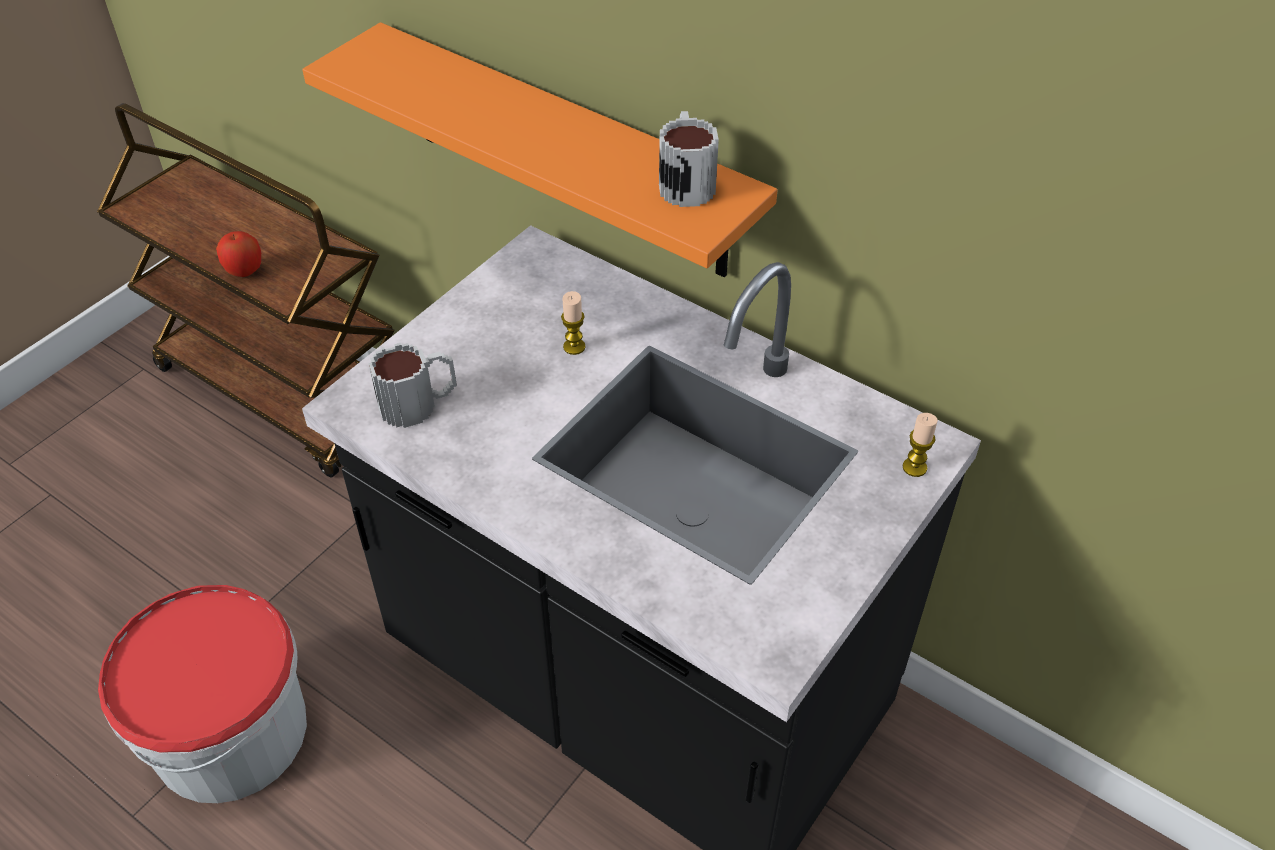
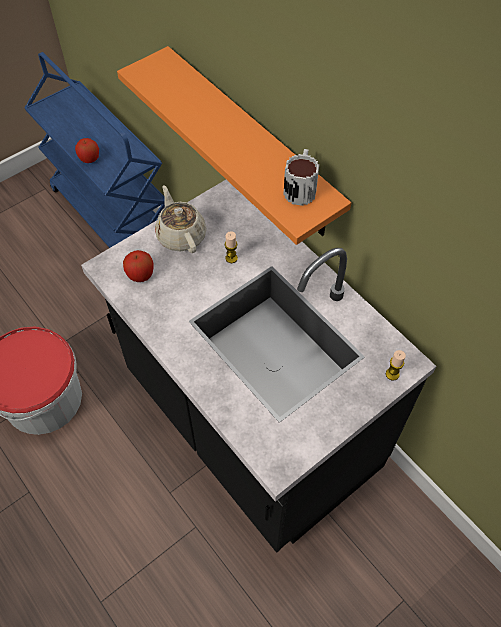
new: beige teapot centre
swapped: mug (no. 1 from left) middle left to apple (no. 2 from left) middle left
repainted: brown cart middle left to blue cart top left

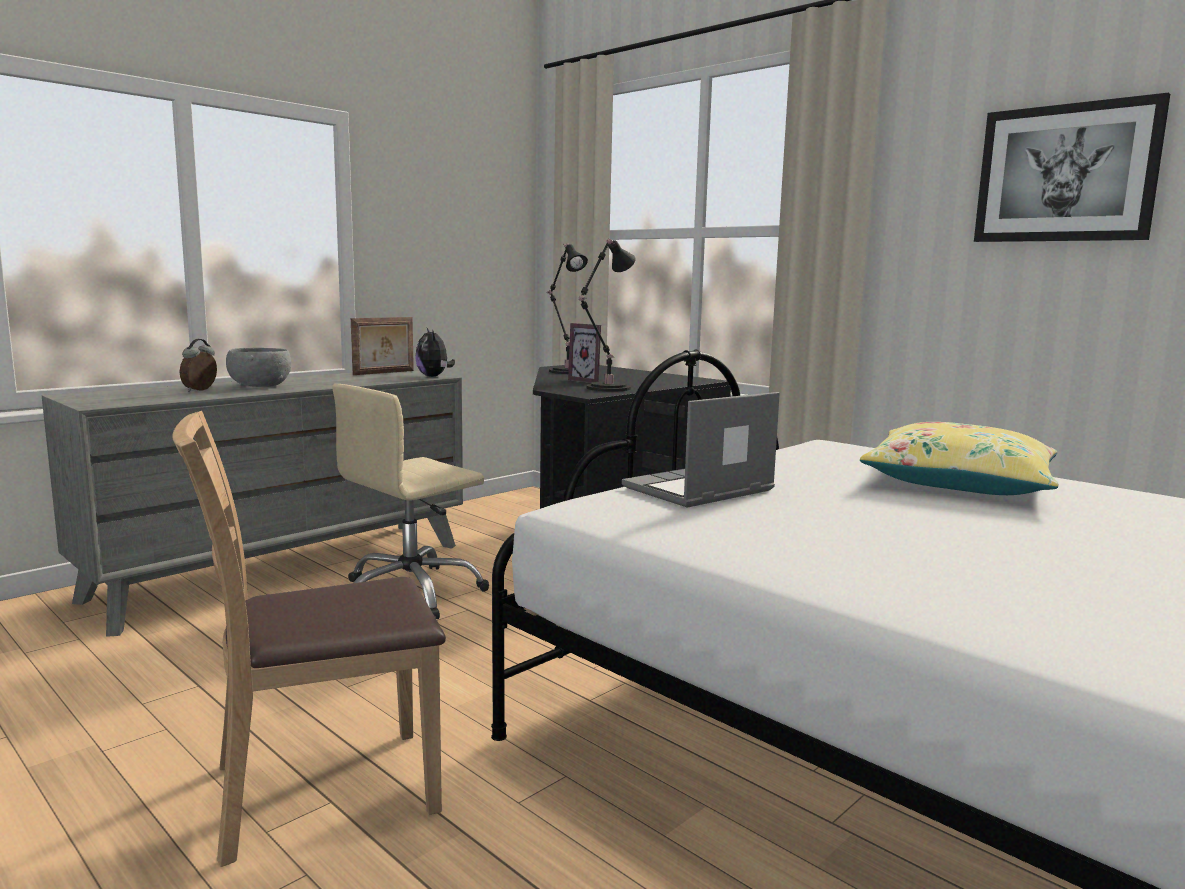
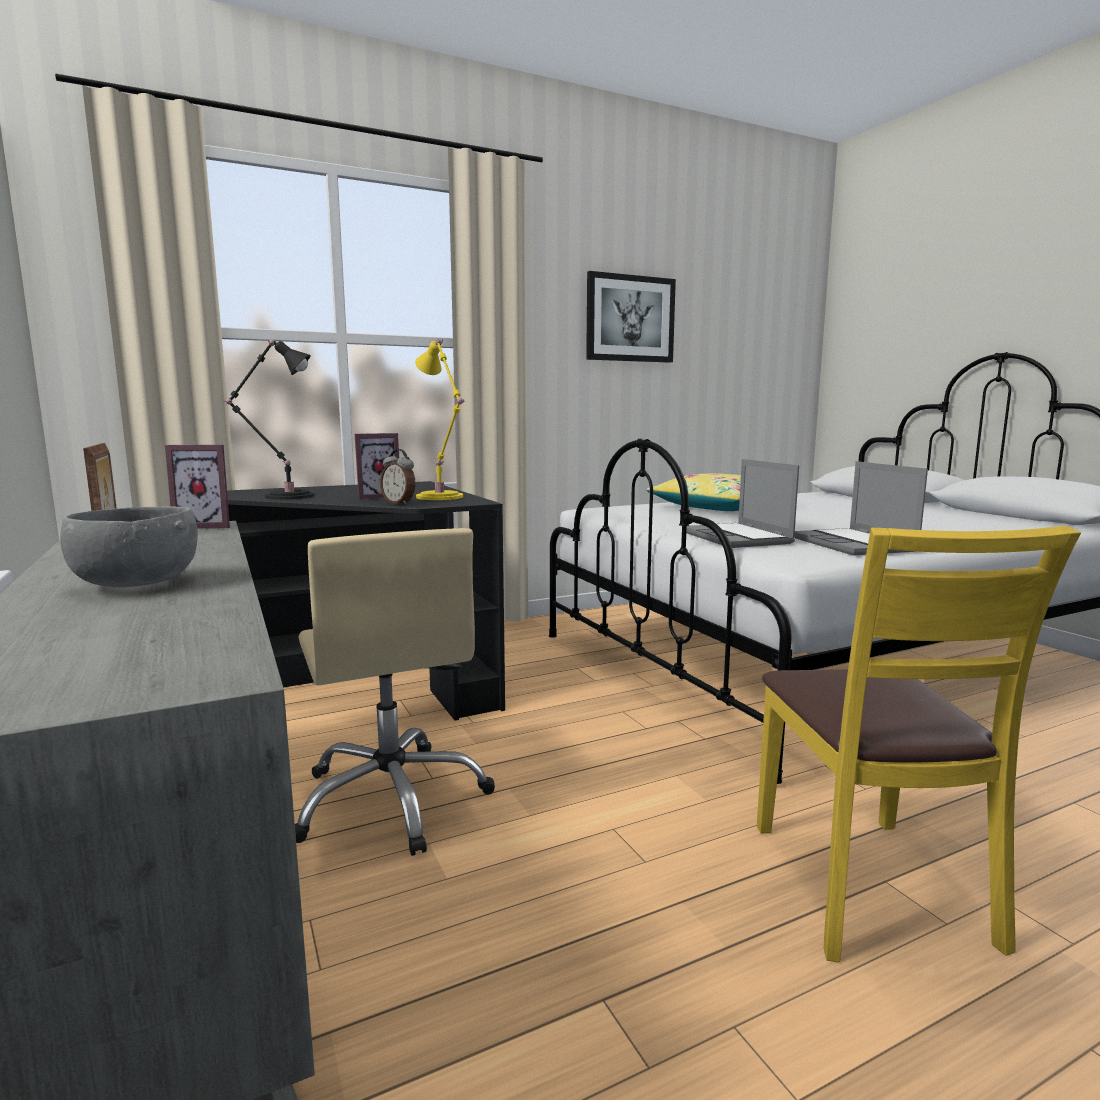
new: laptop (no. 2 from left) middle right
shifted: alarm clock middle left to centre
swapped: plush toy centre to picture frame (no. 2 from left) middle left
repainted: black table lamp (no. 2 from left) centre to yellow table lamp centre; brown chair bottom left to yellow chair bottom right

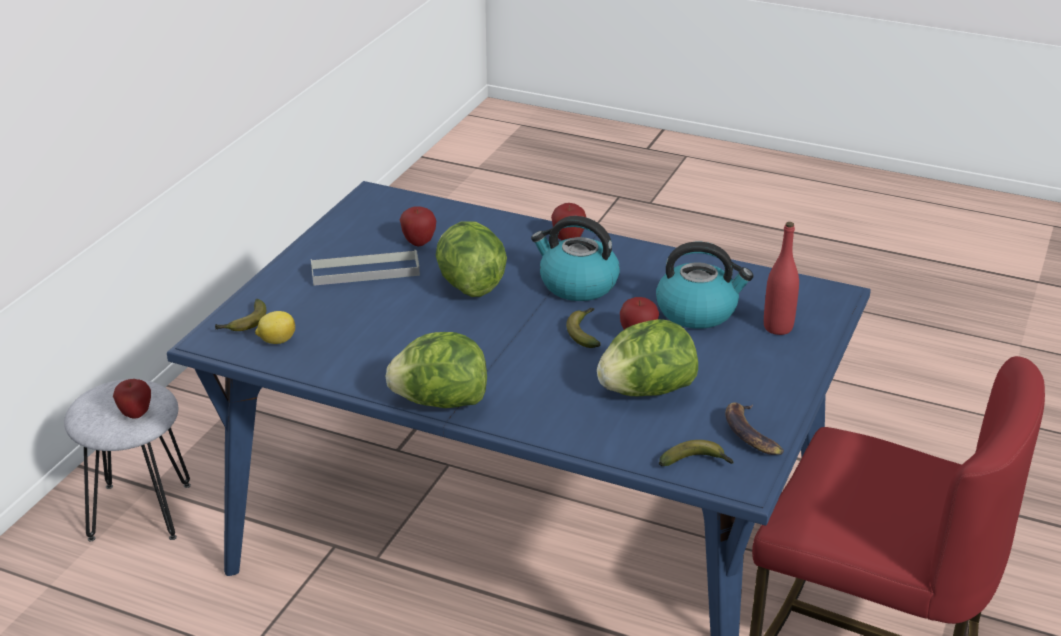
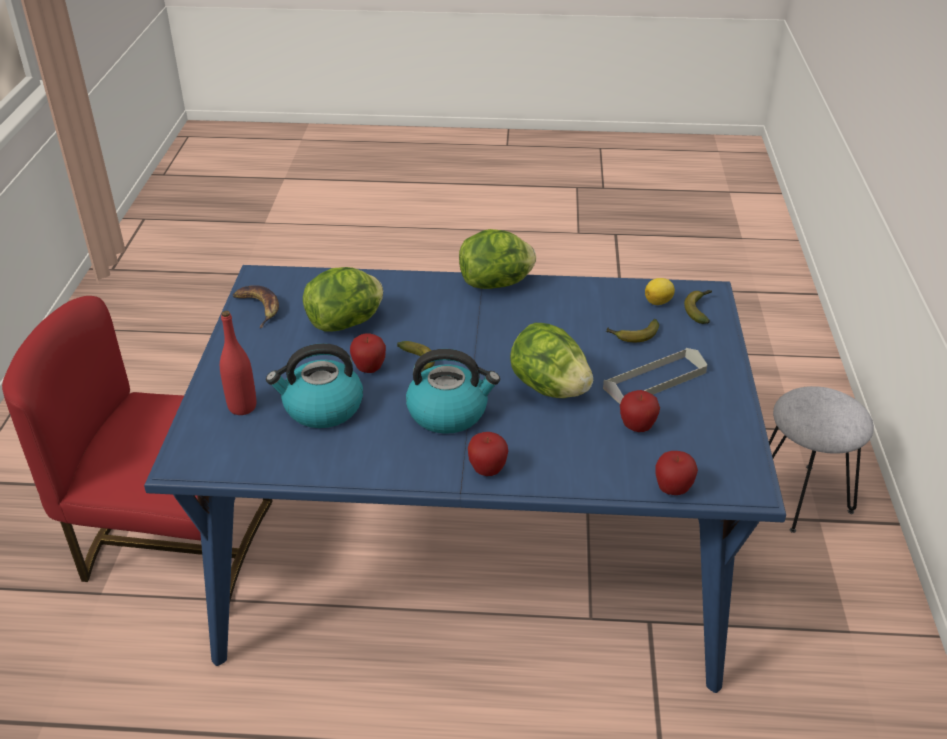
shifted: apple (no. 1 from left in the first image) middle left to apple (no. 4 from left) middle right; banana (no. 3 from left) bottom centre to middle right

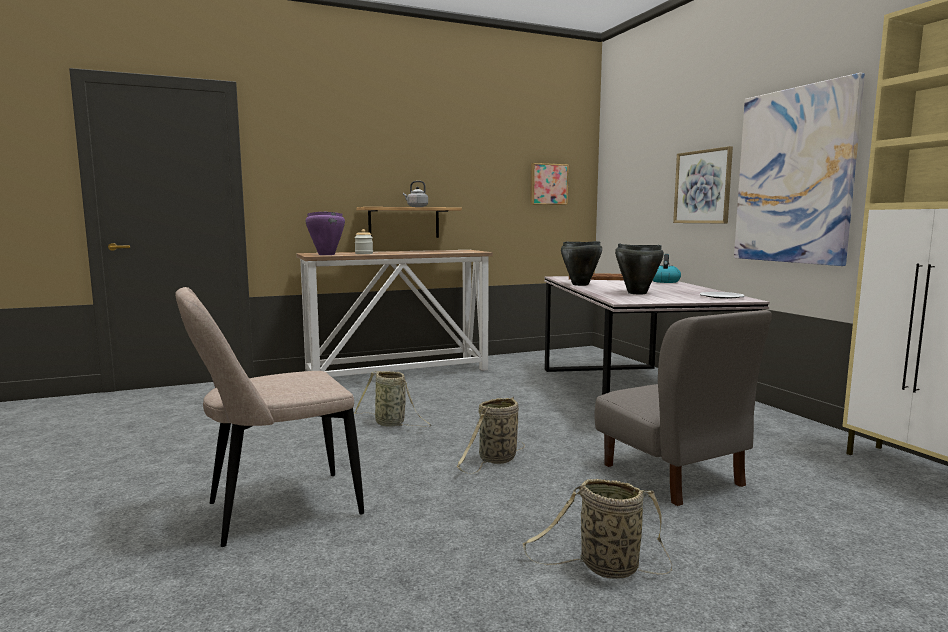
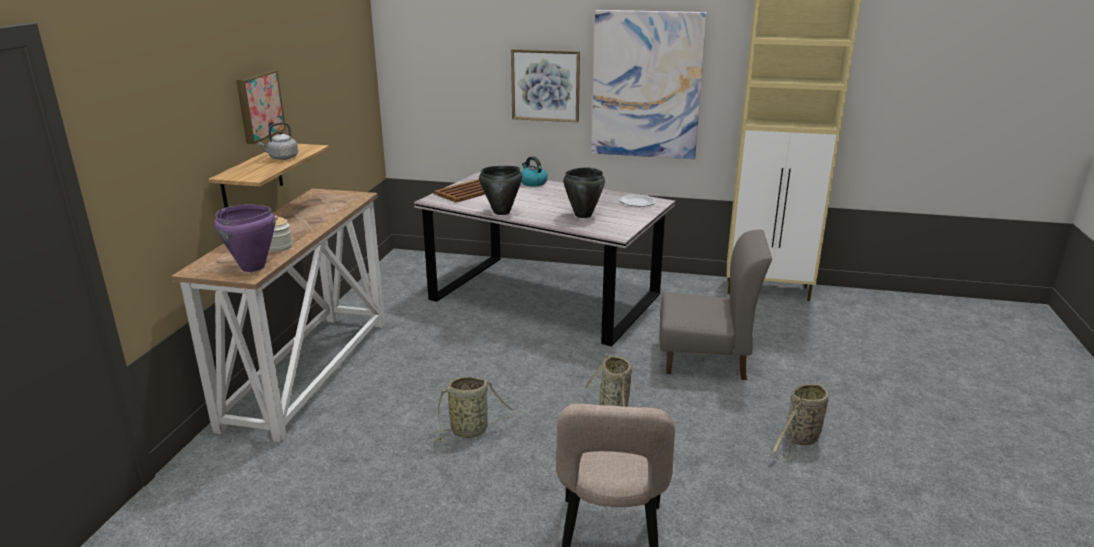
shifted: picture (no. 1 from left) top centre to top left

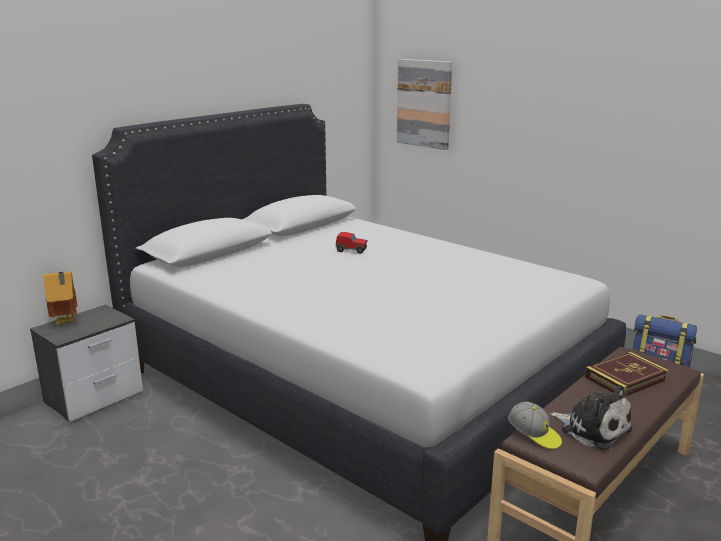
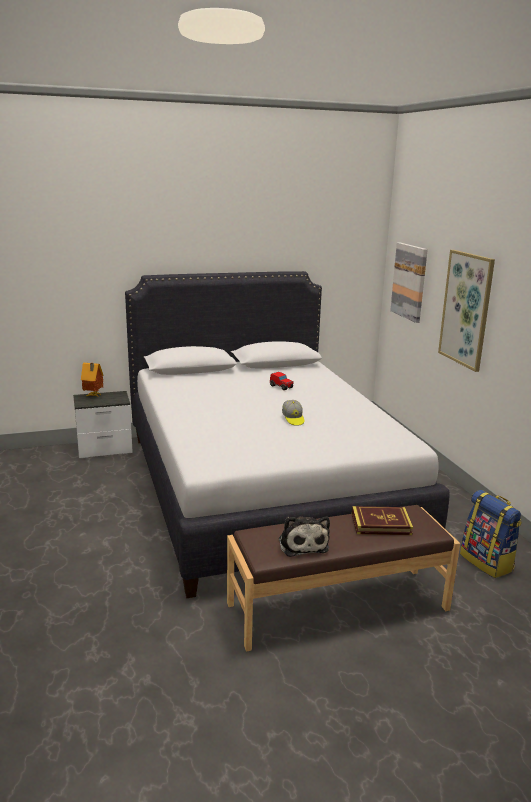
new: picture (no. 2 from left) middle right
shifted: cap bottom right to centre

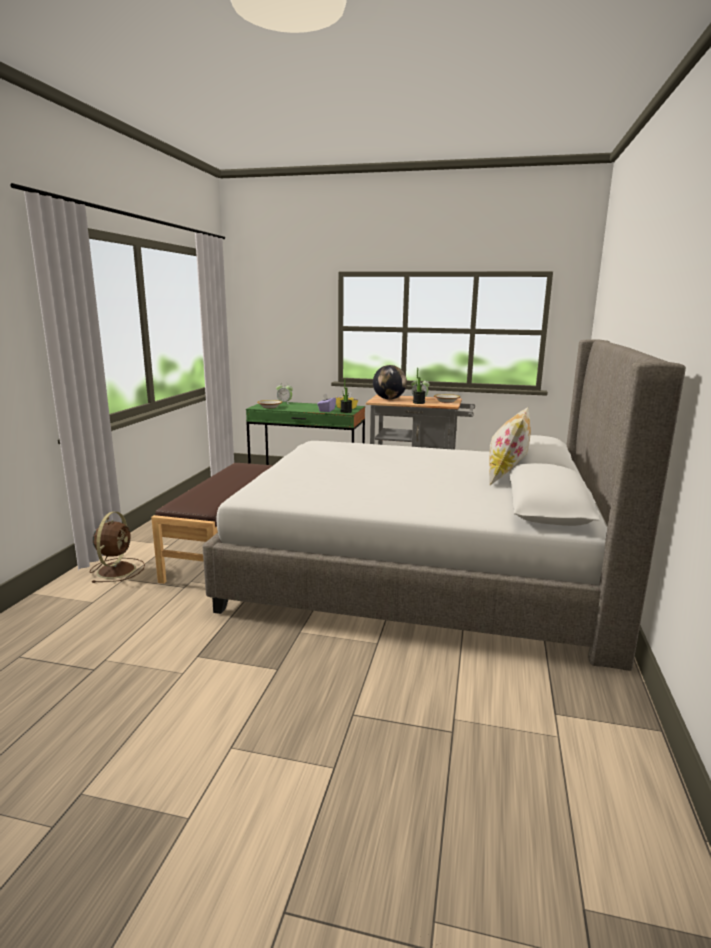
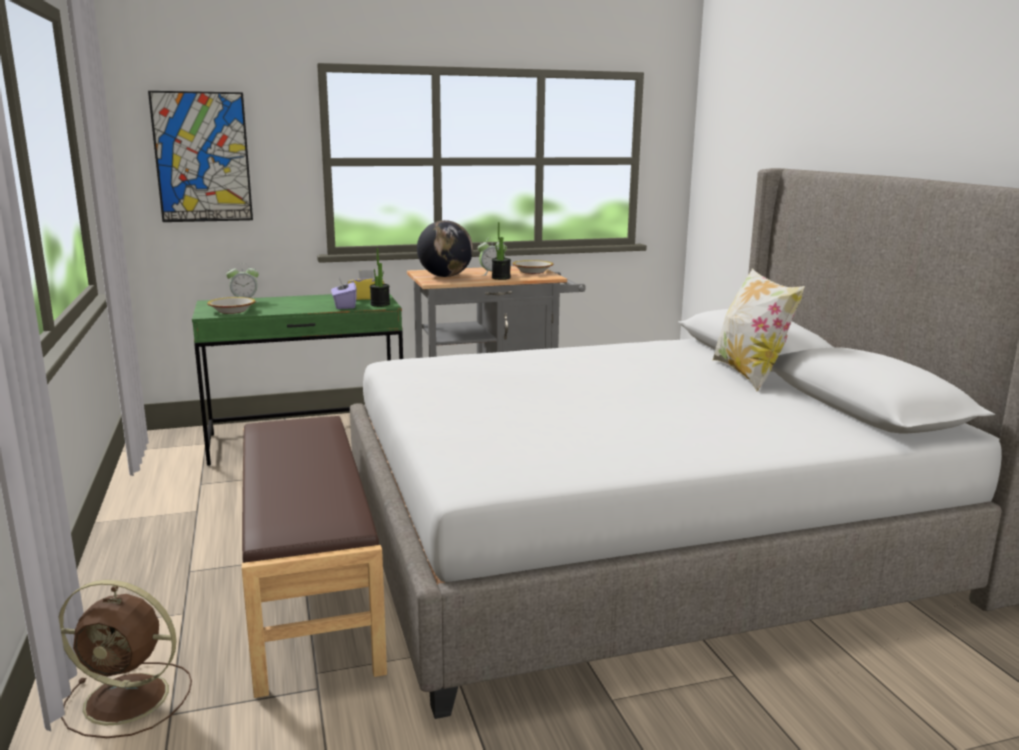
new: picture top left
rotated: brown fan middle left = bottom left 120 degrees clockwise

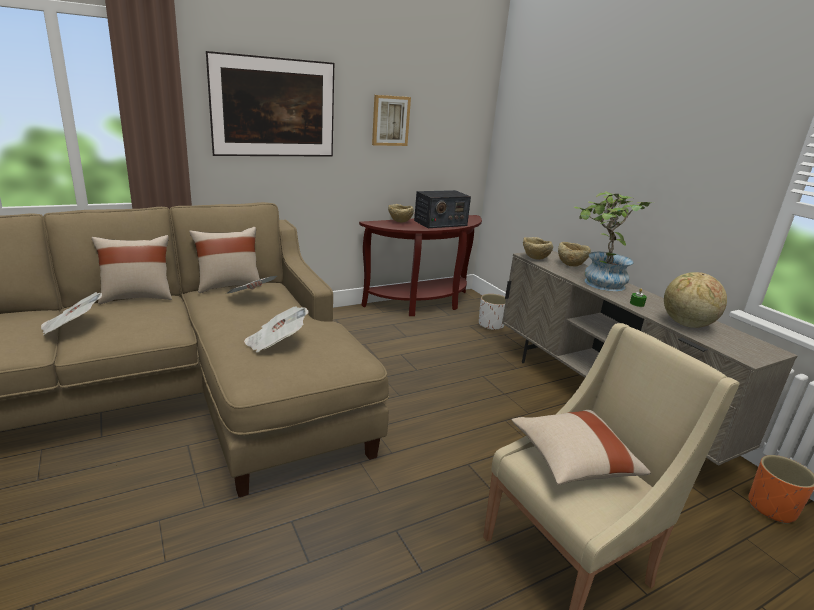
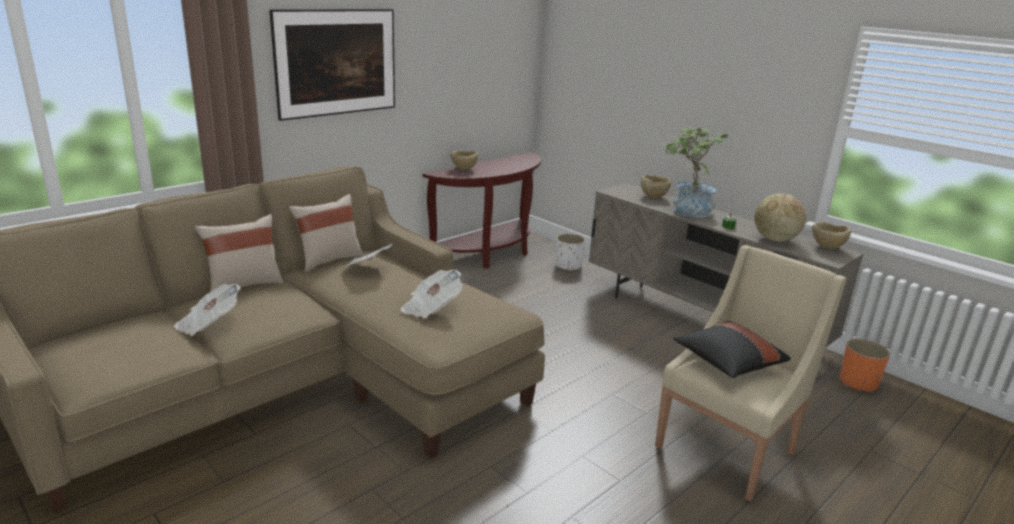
gone: picture (no. 2 from left) top centre; radio centre
shifted: beige bowl (no. 2 from left in the first image) centre to beige bowl (no. 3 from left) middle right
repainted: beige pillow (no. 3 from left) bottom right to black pillow middle right

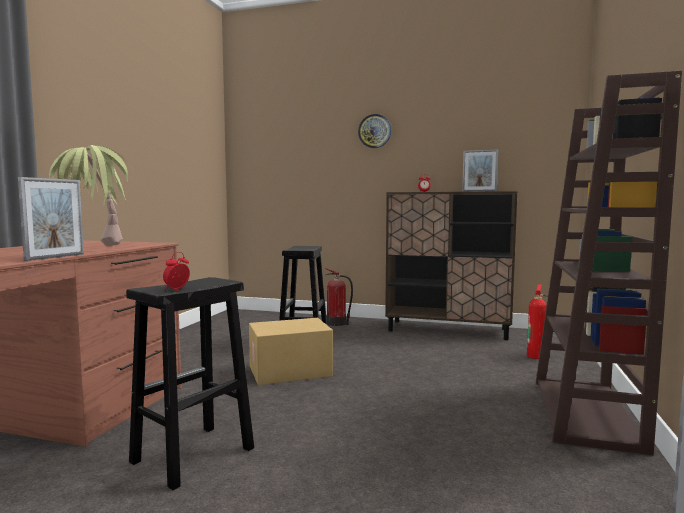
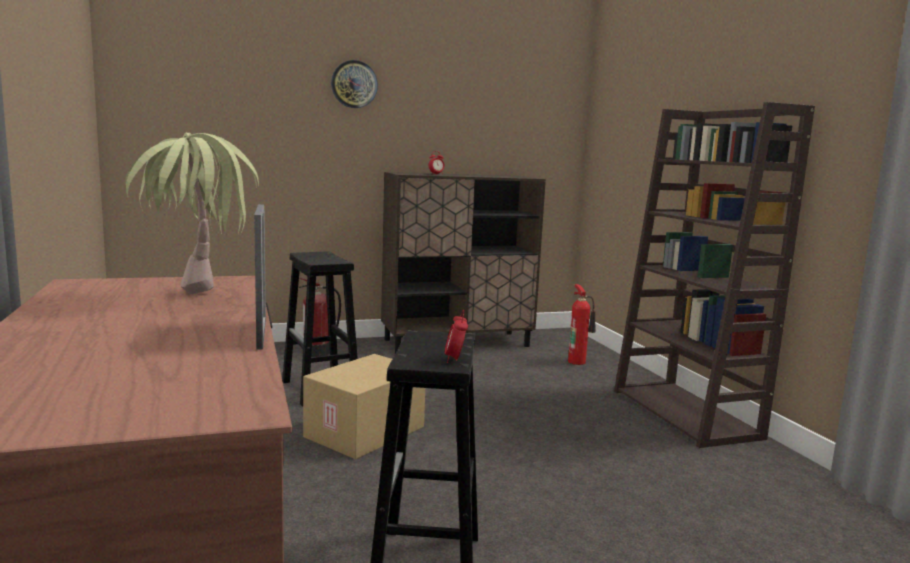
gone: picture frame (no. 2 from left) top right

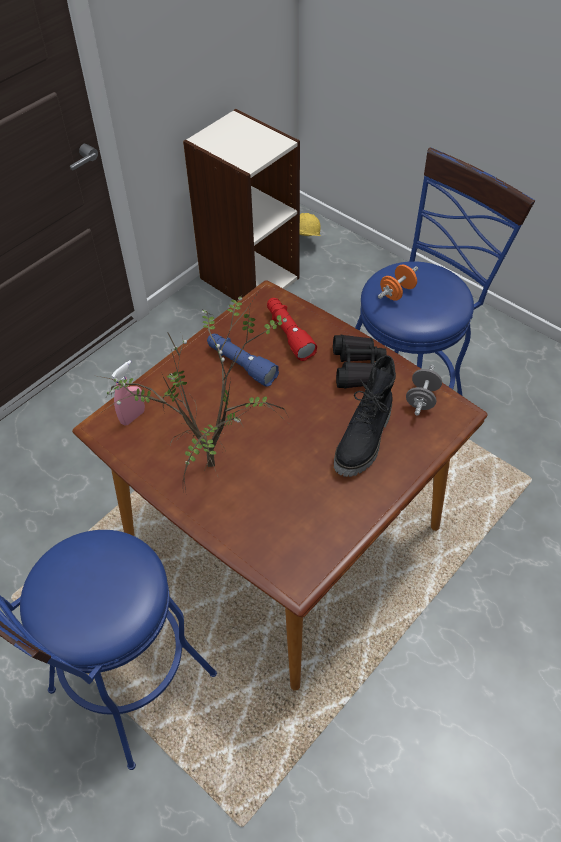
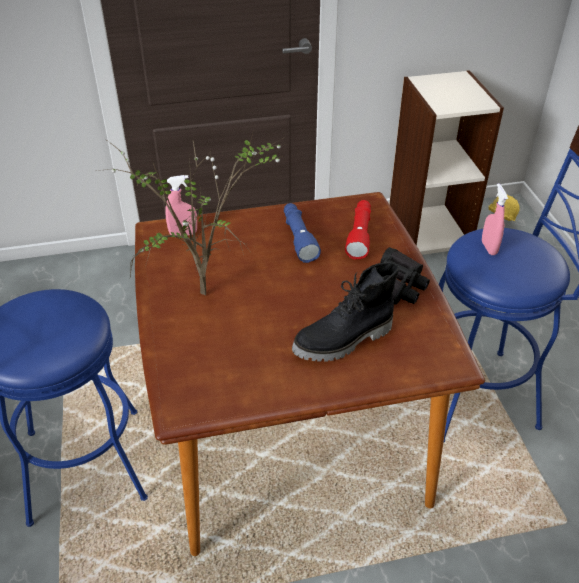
gone: grey dumbbell middle right
swapped: orange dumbbell middle right to pink spray bottle (no. 2 from left) middle right

